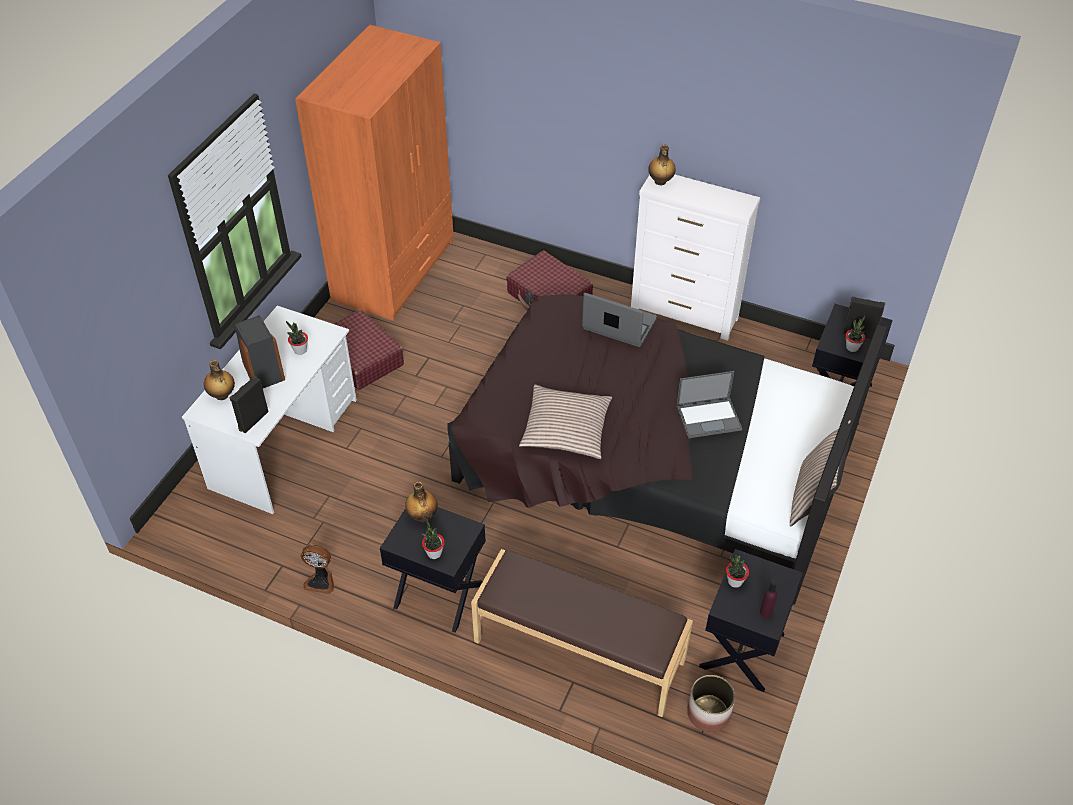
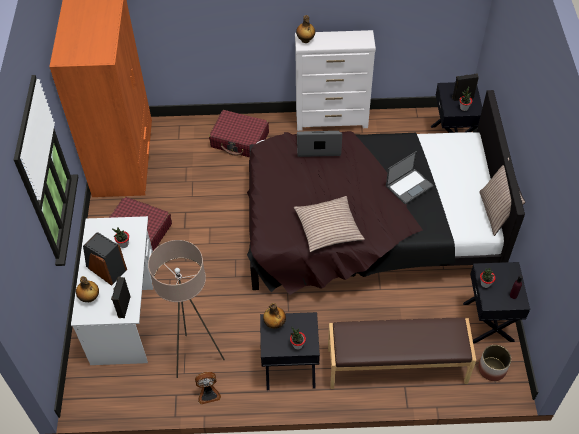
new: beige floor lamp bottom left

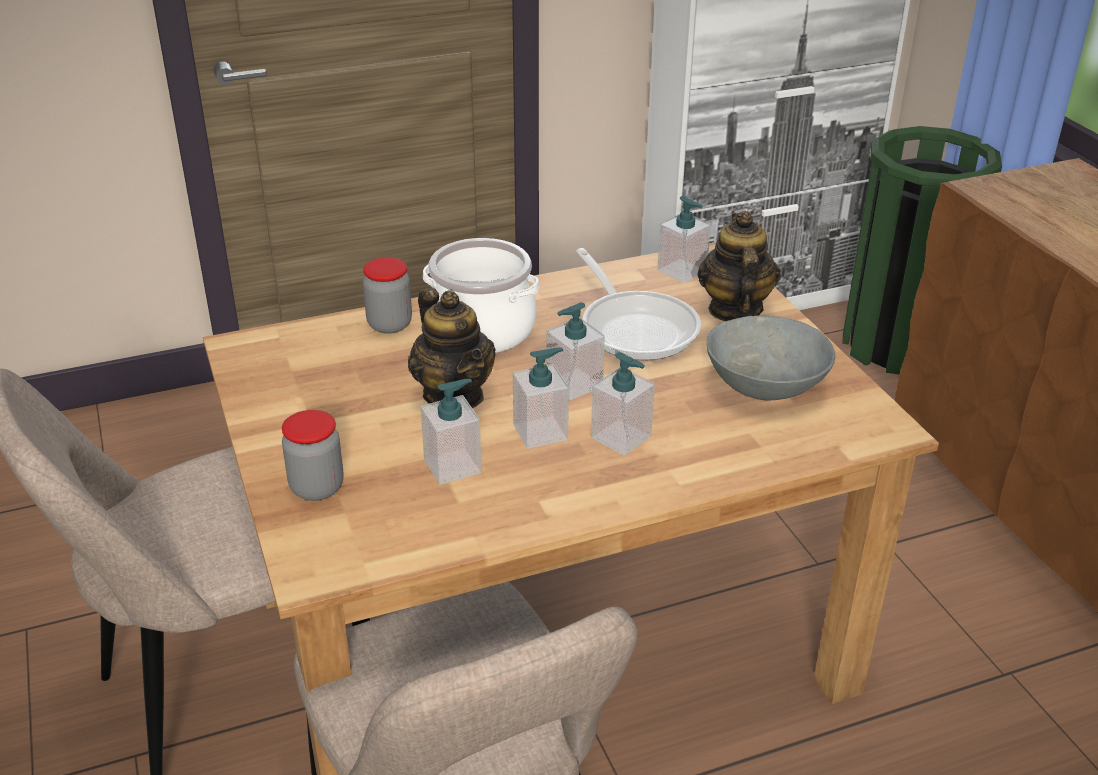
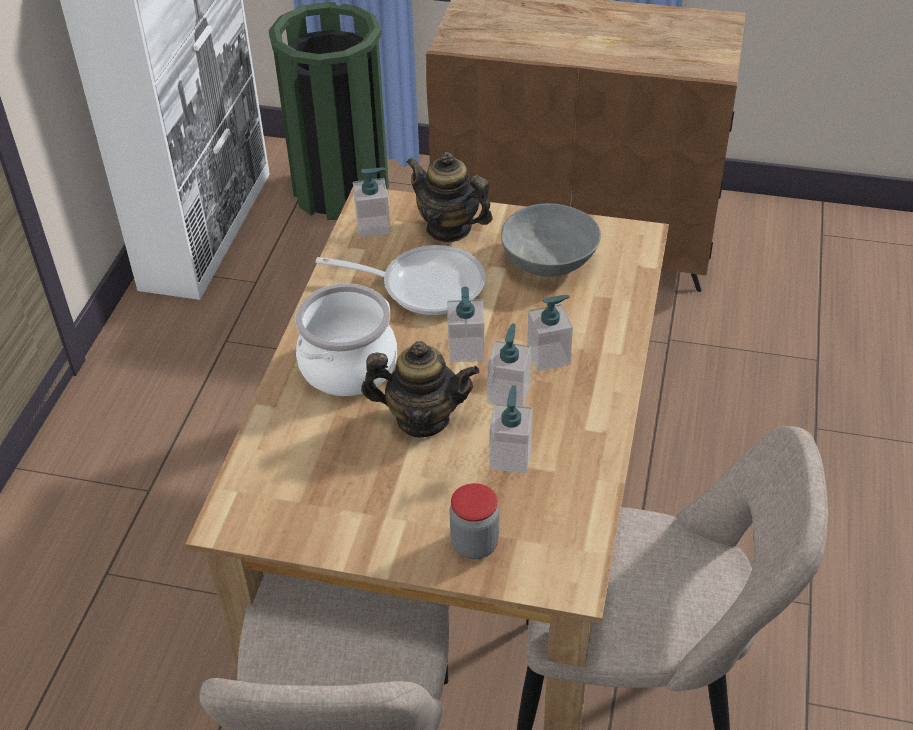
gone: jar (no. 2 from left) centre

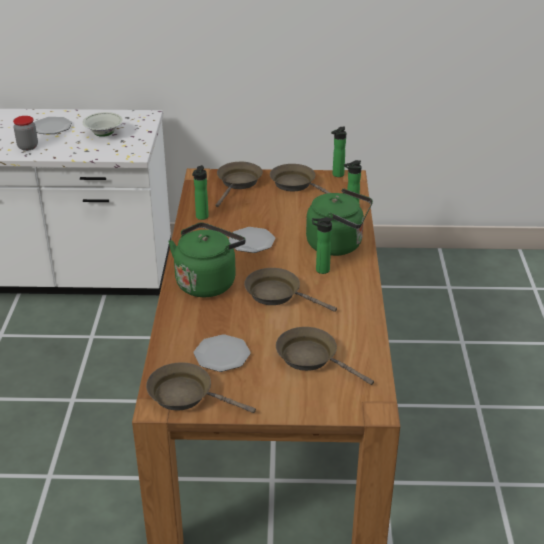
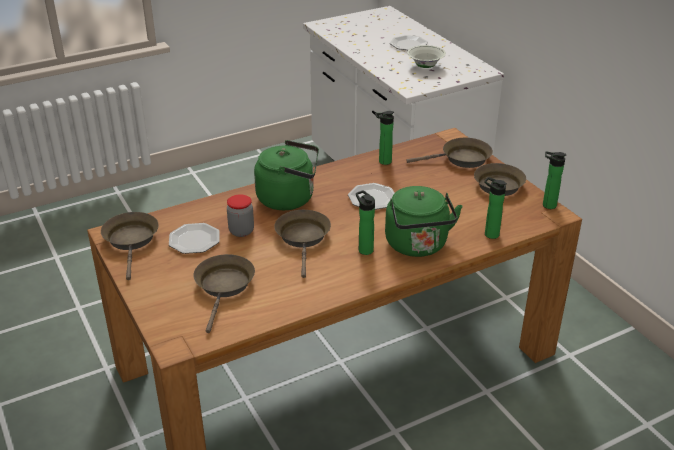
shifted: jar top left to centre

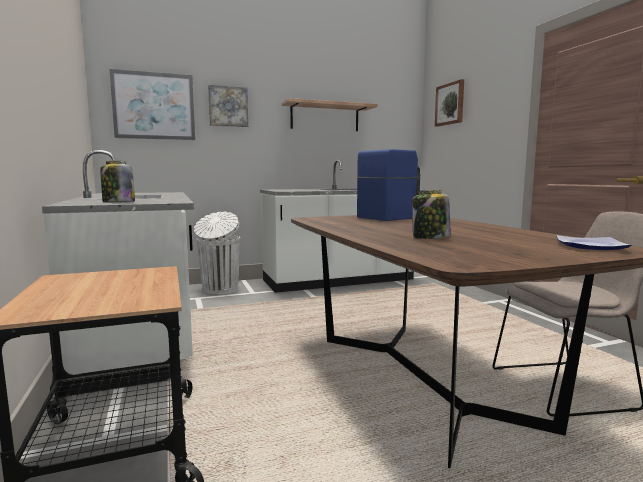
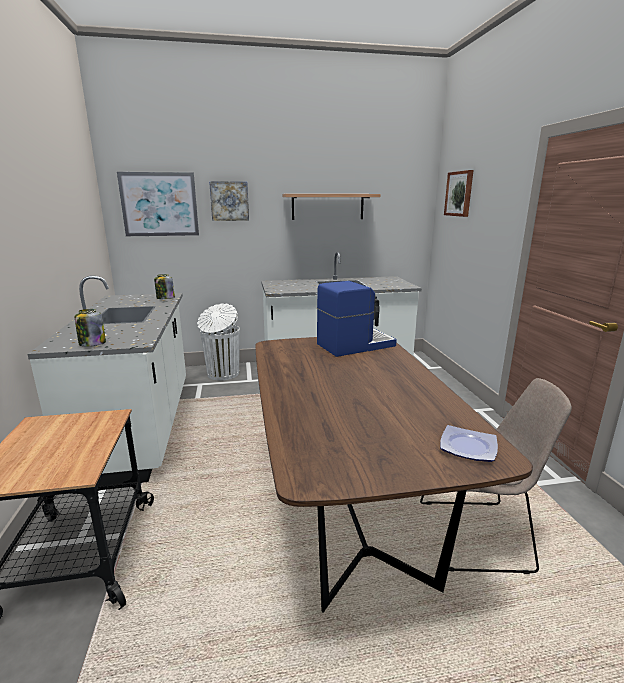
shifted: jar (no. 2 from left) middle right to middle left

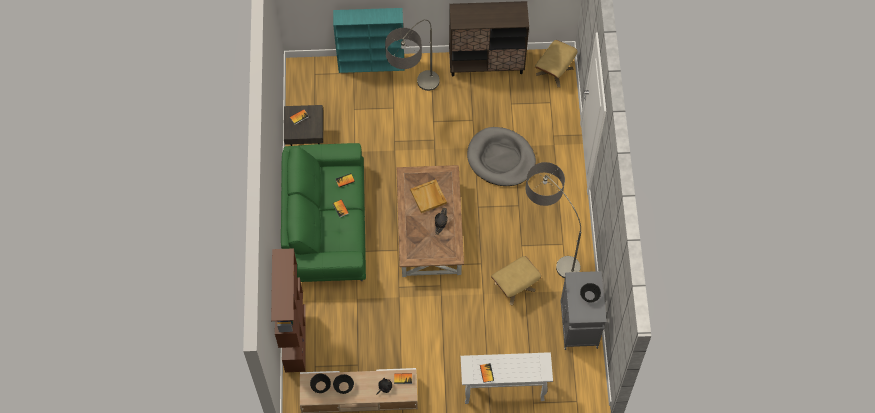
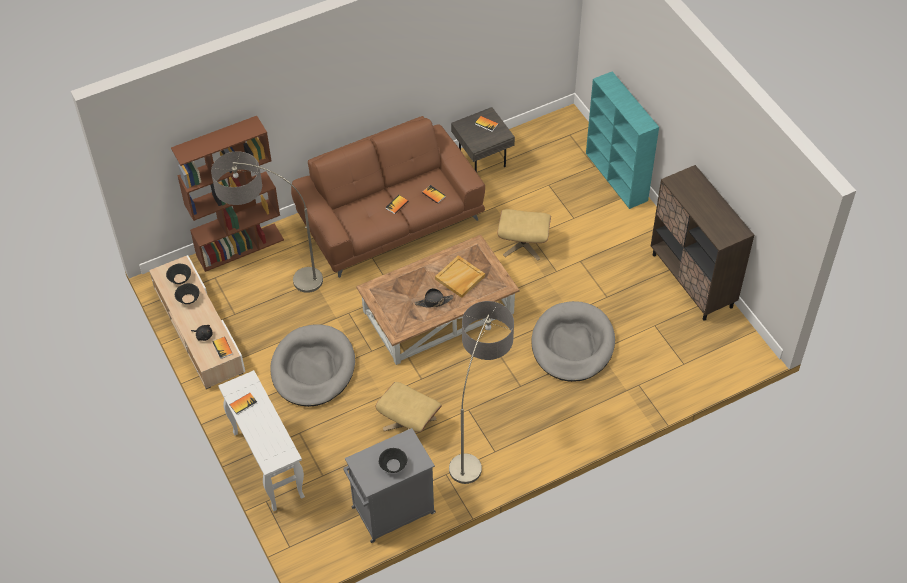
new: grey dog bed (no. 1 from left) centre
shifted: floor lamp (no. 1 from left) top centre to middle left; beige ottoman (no. 2 from left) top centre to centre
repainted: green sofa centre to brown sofa centre

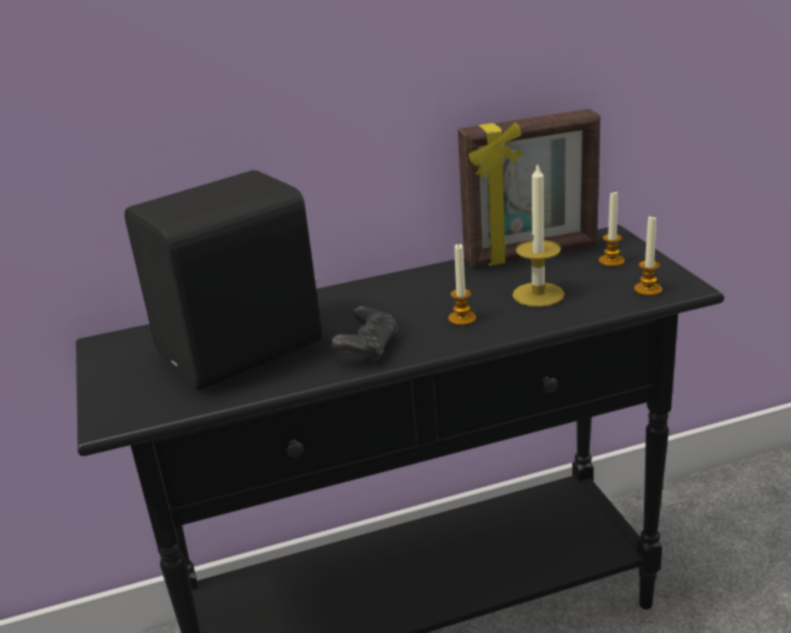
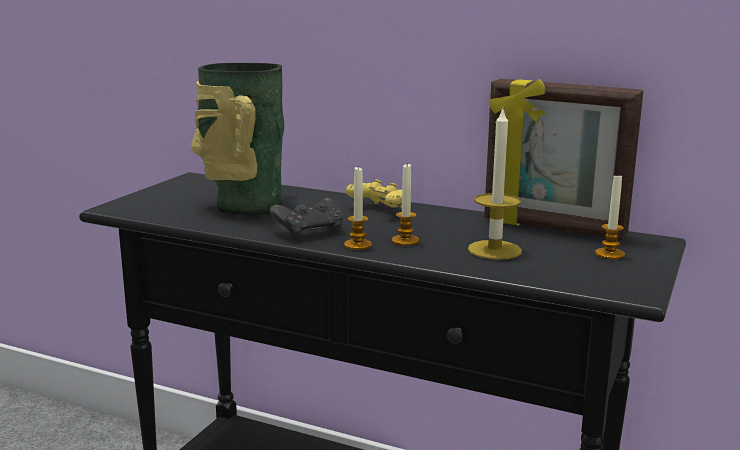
new: yellow game controller centre
shifted: candle (no. 4 from left in the first image) middle right to candle (no. 1 from left) centre
swapped: black speaker middle left to vase top left

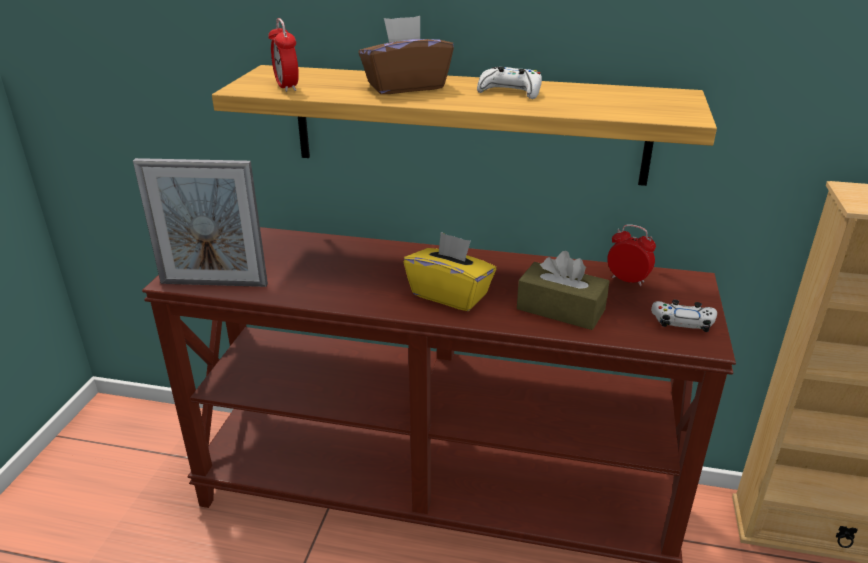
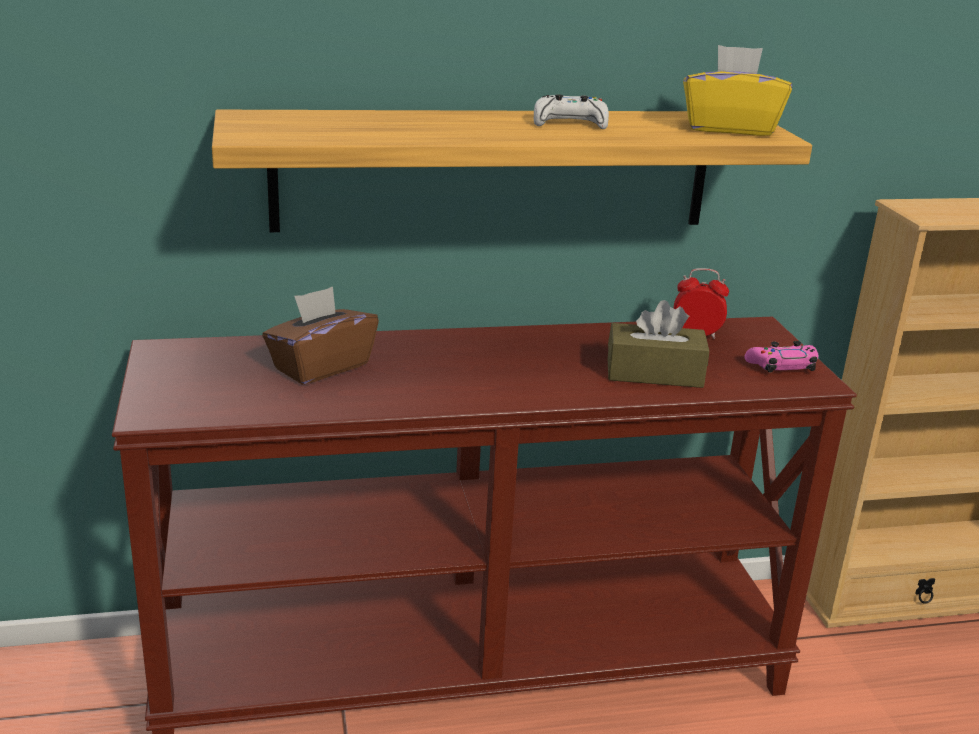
gone: alarm clock (no. 1 from left) top left; picture frame middle left
shifted: brown tissue box (no. 1 from left) top centre to middle left; yellow tissue box centre to top right
repainted: white game controller (no. 2 from left) middle right to pink game controller middle right

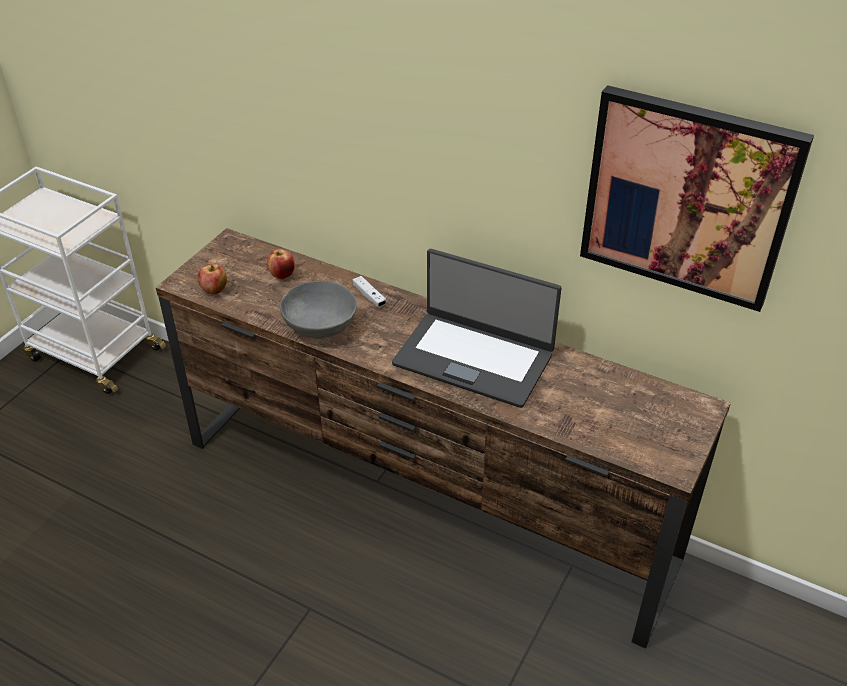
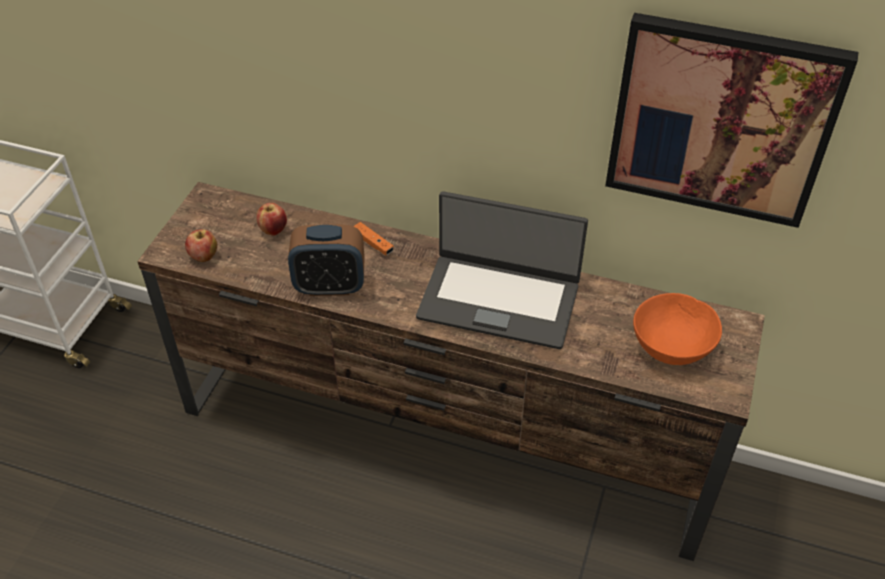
new: orange bowl middle right
swapped: grey bowl centre to alarm clock centre
repainted: white game controller centre to orange game controller centre

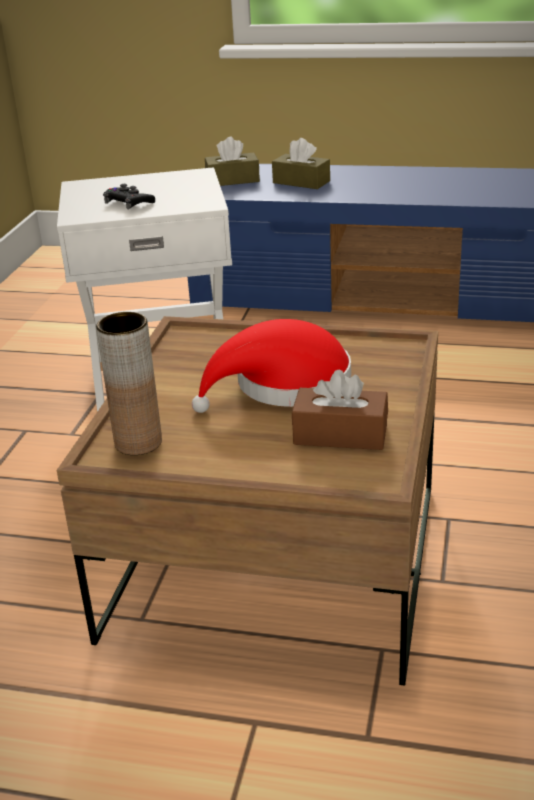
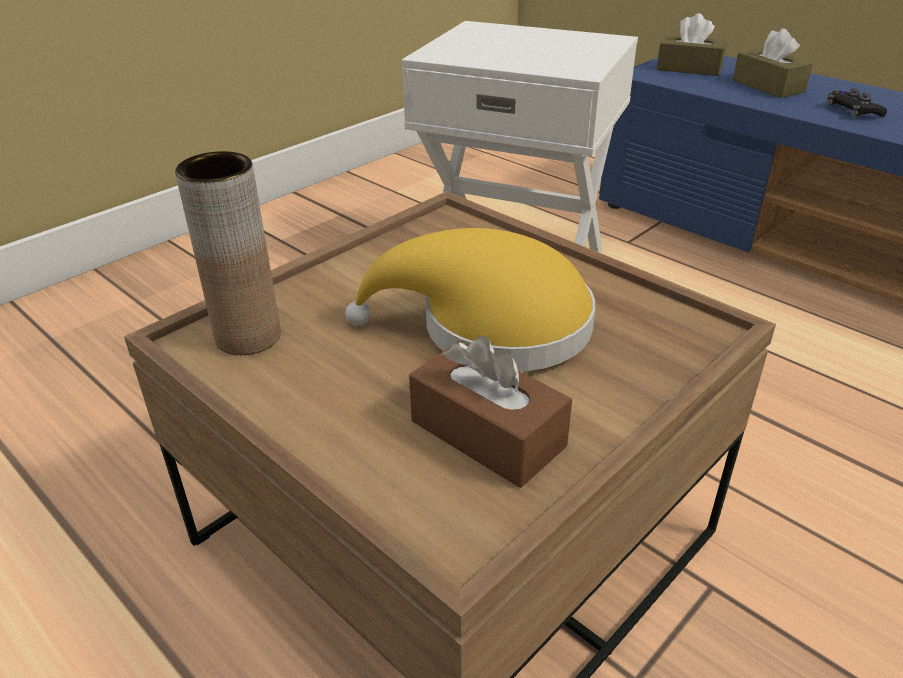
shifted: black game controller top left to top right
repainted: red hat centre to yellow hat centre

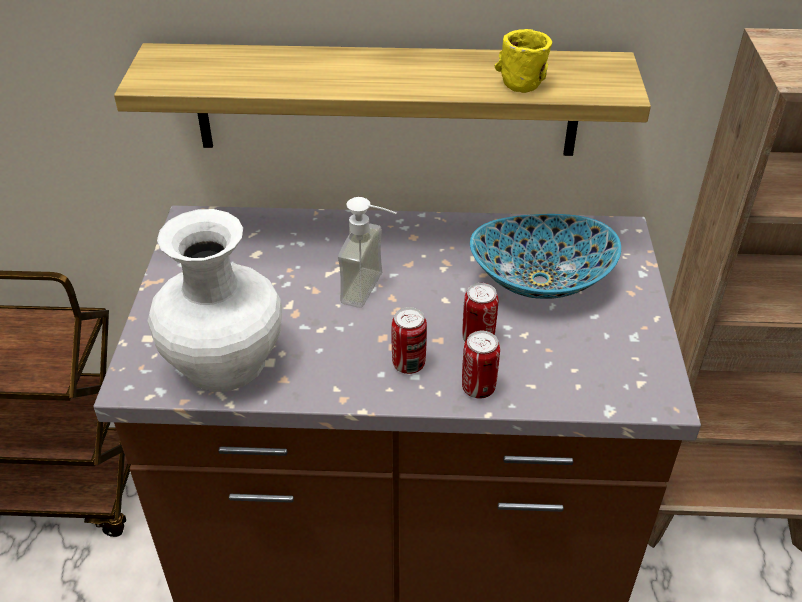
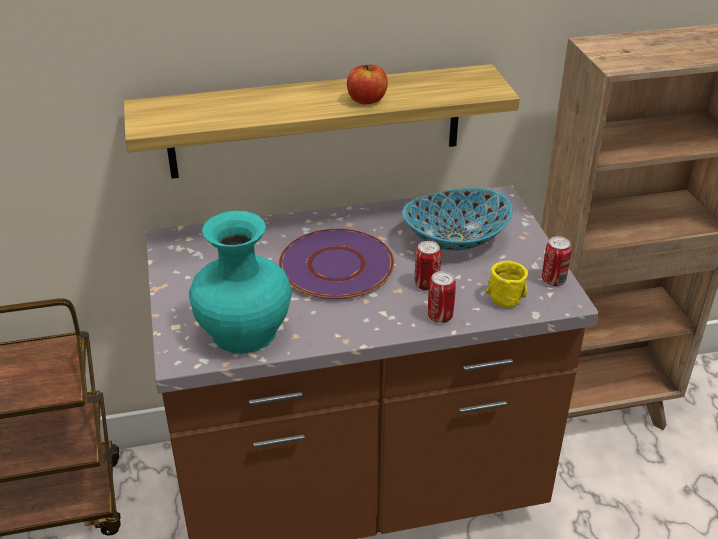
new: apple top centre
shifted: yellow mug top centre to middle right; can (no. 1 from left in the first image) centre to can (no. 3 from left) middle right
swapped: soap dispenser centre to purple plate centre
repainted: white vase middle left to turquoise vase centre

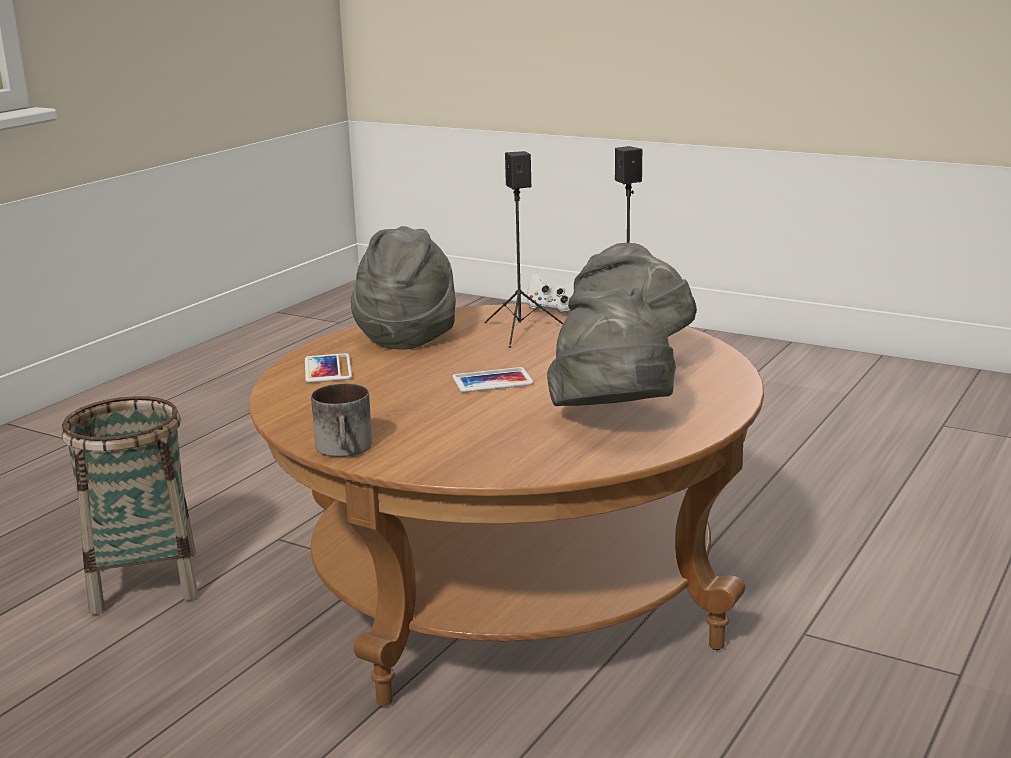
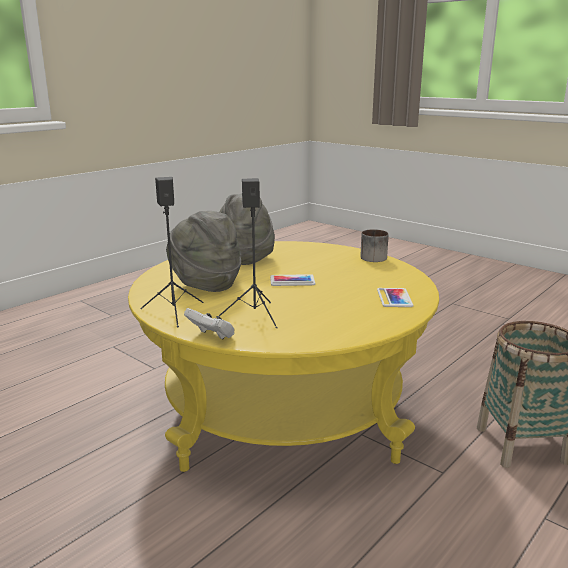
gone: grey hat (no. 1 from left) centre
repainted: brown coffee table centre to yellow coffee table centre

